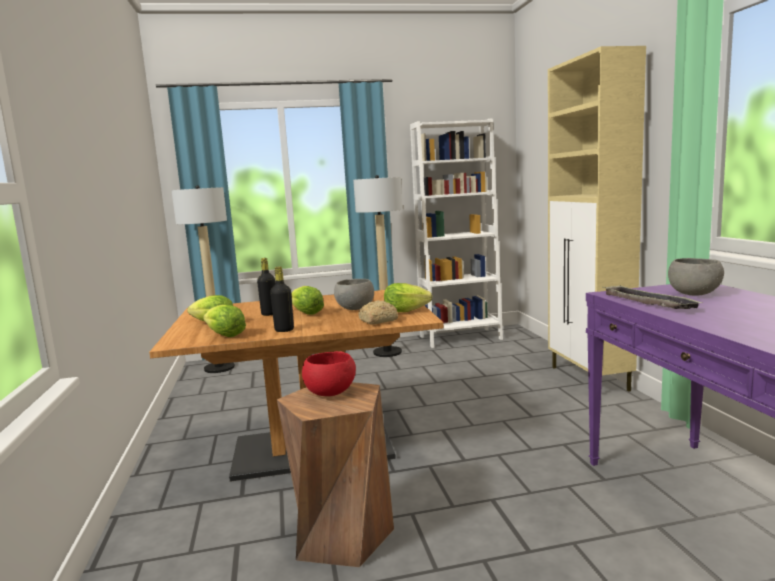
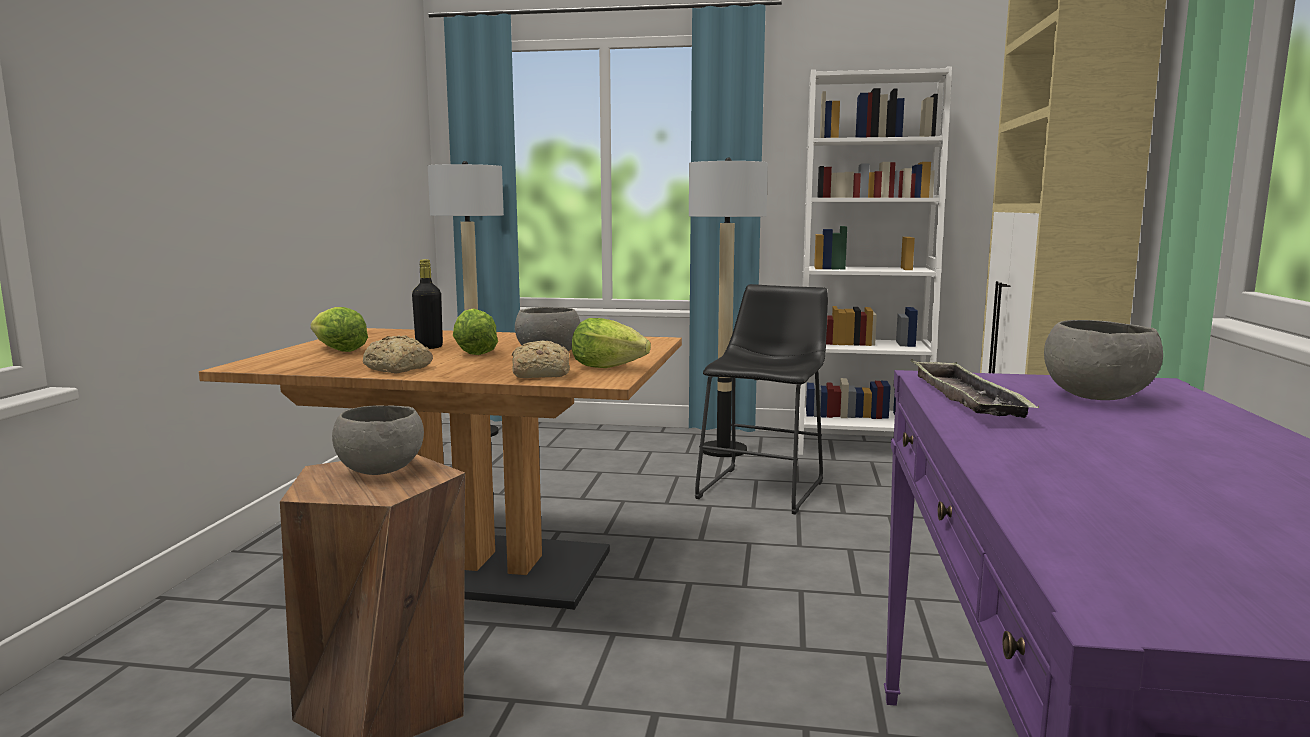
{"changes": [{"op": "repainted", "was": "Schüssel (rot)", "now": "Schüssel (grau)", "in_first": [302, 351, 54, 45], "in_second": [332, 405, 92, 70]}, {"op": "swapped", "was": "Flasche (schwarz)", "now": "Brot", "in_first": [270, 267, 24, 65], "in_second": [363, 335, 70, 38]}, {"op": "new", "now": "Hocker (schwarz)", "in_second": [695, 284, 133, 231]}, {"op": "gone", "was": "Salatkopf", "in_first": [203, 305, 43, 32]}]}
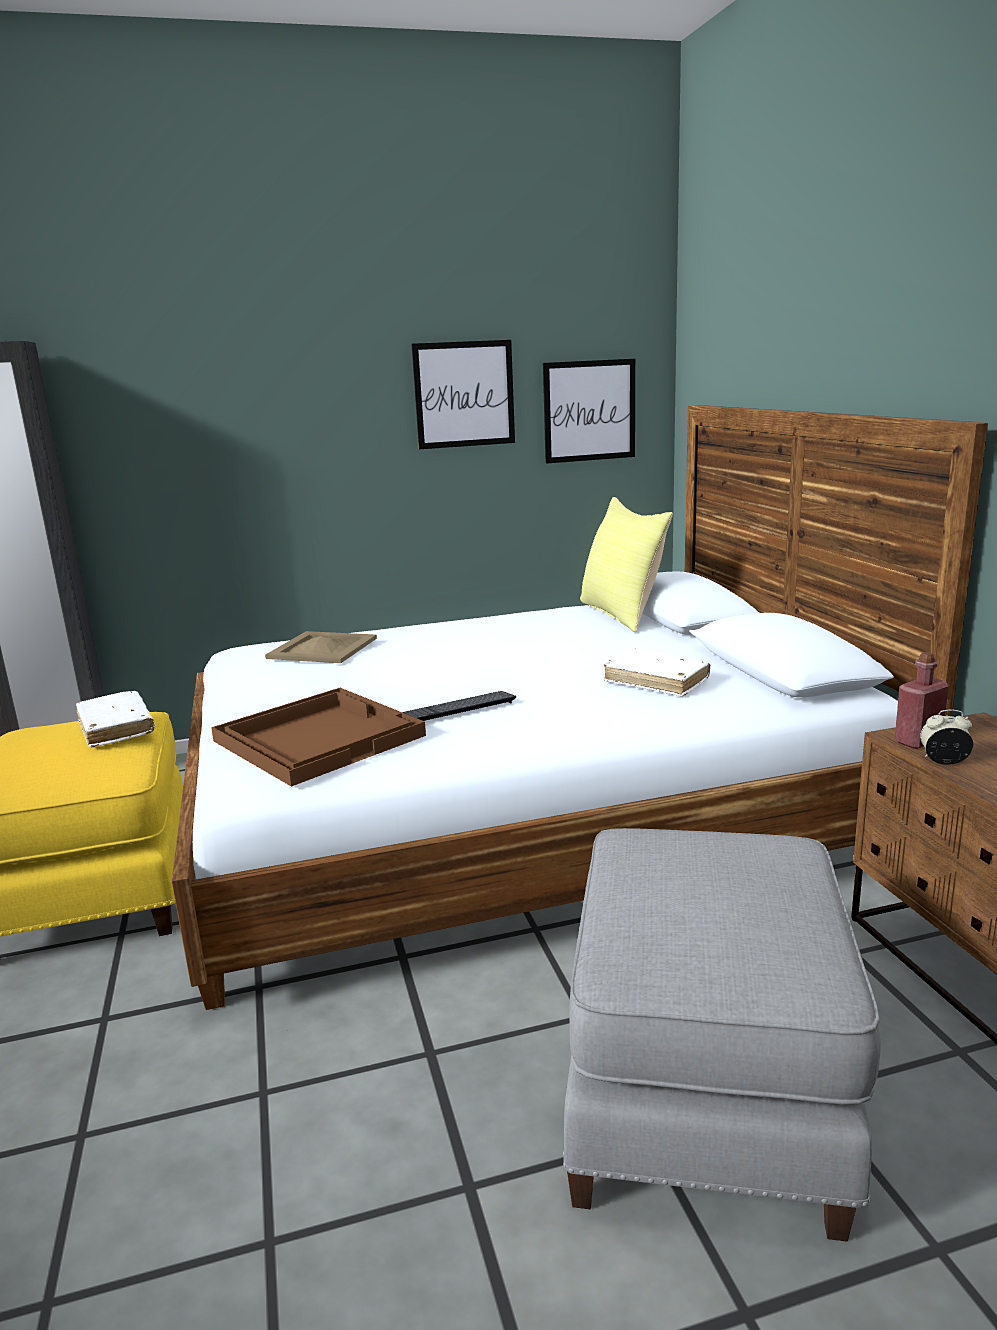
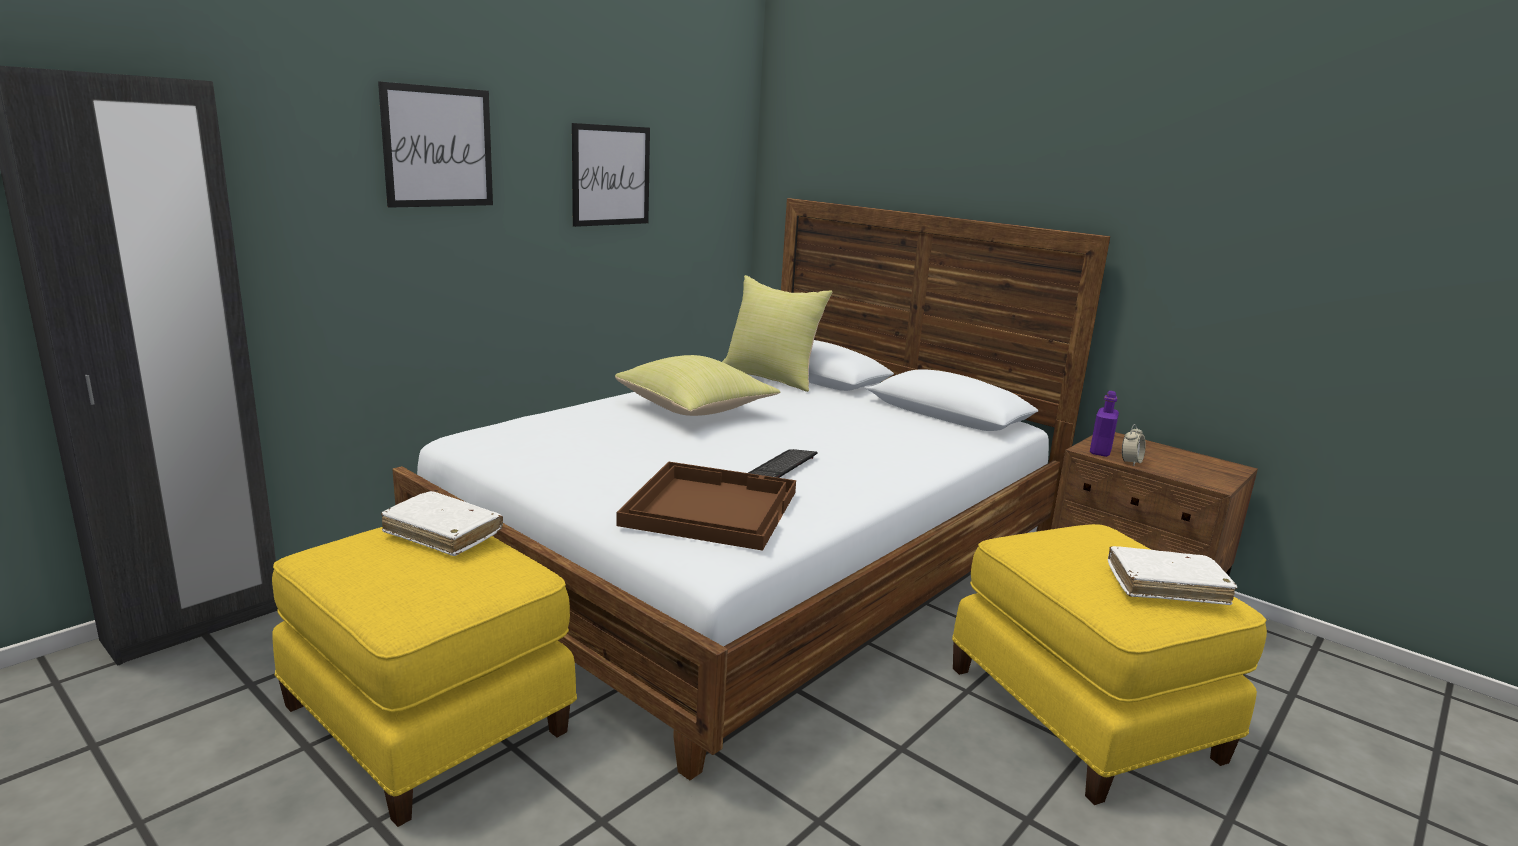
{"changes": [{"op": "shifted", "was": "Bild", "in_first": [543, 359, 92, 105], "in_second": [378, 81, 115, 127]}, {"op": "new", "now": "Kissen (gelb)", "in_second": [615, 355, 165, 61]}, {"op": "repainted", "was": "Polsterhocker (grau)", "now": "Polsterhocker (gelb)", "in_first": [563, 828, 318, 414], "in_second": [952, 524, 315, 281]}, {"op": "repainted", "was": "Flasche (rot)", "now": "Flasche (lila)", "in_first": [895, 652, 54, 97], "in_second": [1090, 391, 29, 66]}, {"op": "shifted", "was": "Buch (weiß)", "in_first": [604, 648, 106, 49], "in_second": [1108, 546, 129, 59]}, {"op": "rotated", "was": "Wecker", "in_first": [920, 709, 53, 56], "in_second": [1122, 424, 24, 42], "clockwise": 150}, {"op": "gone", "was": "Tablett (beige)", "in_first": [265, 631, 112, 32]}]}
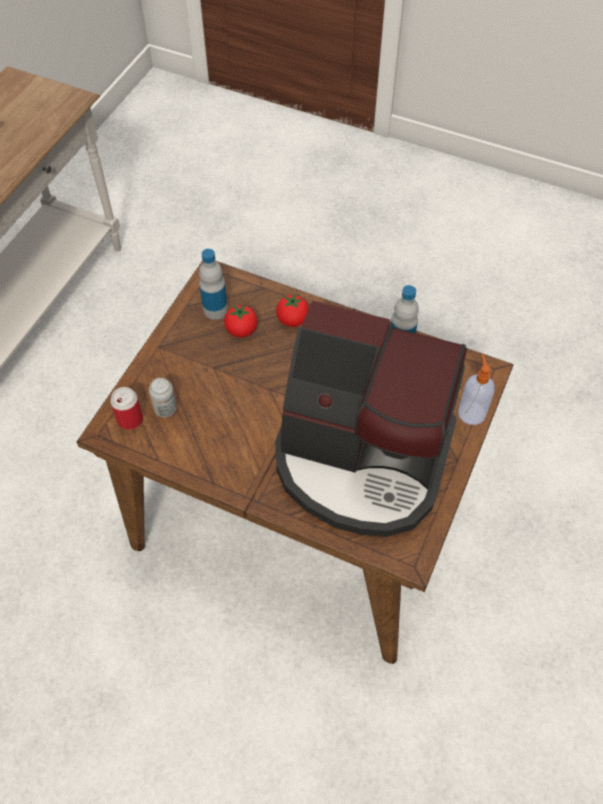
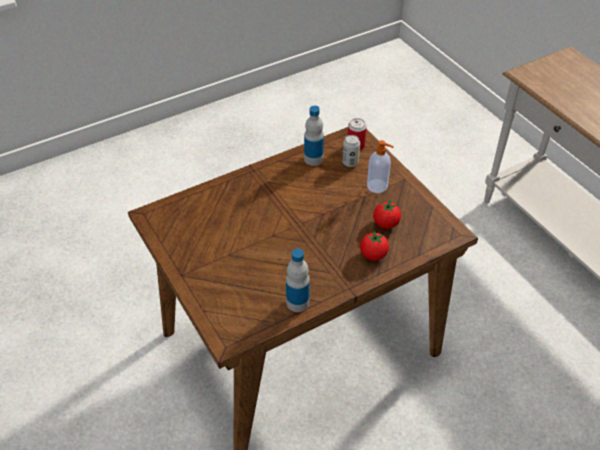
{"changes": [{"op": "shifted", "was": "Flasche", "in_first": [199, 249, 29, 71], "in_second": [304, 106, 20, 60]}, {"op": "shifted", "was": "Seifenspender", "in_first": [458, 354, 37, 71], "in_second": [367, 140, 27, 53]}, {"op": "gone", "was": "Kaffeemaschine", "in_first": [275, 301, 192, 236]}]}
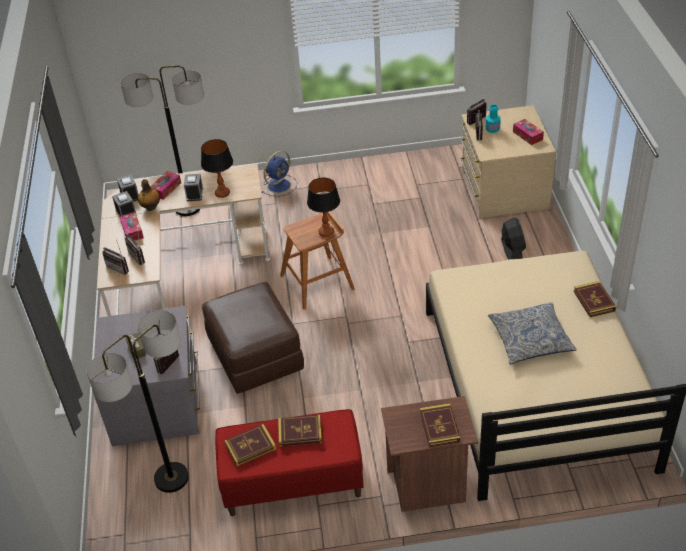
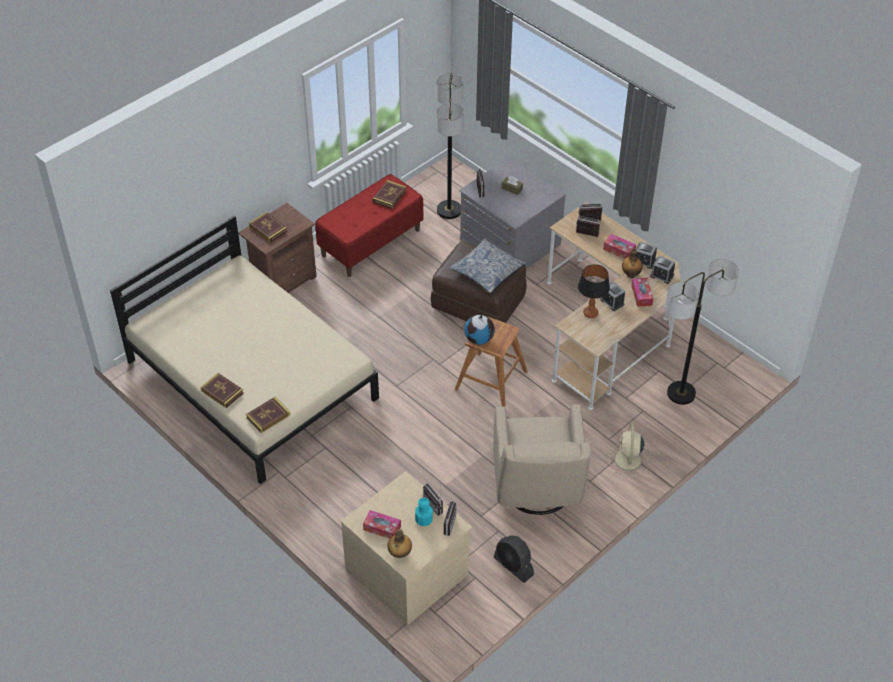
{"changes": [{"op": "shifted", "was": "Buch", "in_first": [278, 415, 44, 32], "in_second": [246, 397, 44, 36]}, {"op": "new", "now": "Flasche", "in_second": [388, 529, 24, 29]}, {"op": "shifted", "was": "Kissen", "in_first": [488, 302, 89, 62], "in_second": [449, 238, 77, 55]}, {"op": "swapped", "was": "Tischlampe", "now": "Globus", "in_first": [307, 178, 33, 59], "in_second": [464, 314, 31, 31]}, {"op": "new", "now": "Sessel (beige)", "in_second": [493, 404, 98, 111]}, {"op": "shifted", "was": "Ventilator (schwarz)", "in_first": [501, 218, 25, 42], "in_second": [494, 536, 40, 47]}, {"op": "repainted", "was": "Ventilator (blau)", "now": "Ventilator (beige)", "in_first": [262, 151, 35, 46], "in_second": [609, 424, 39, 52]}]}
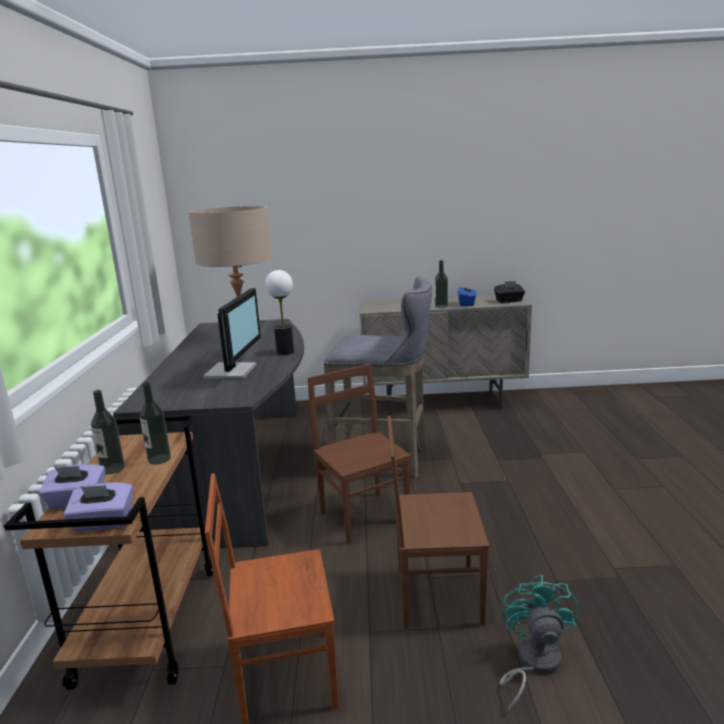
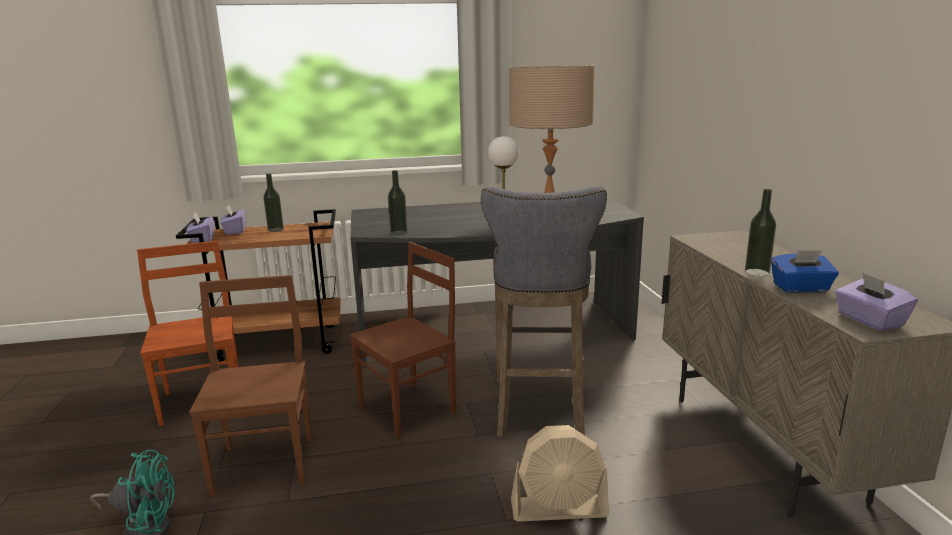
{"changes": [{"op": "shifted", "was": "Flasche", "in_first": [140, 382, 31, 83], "in_second": [388, 170, 20, 65]}, {"op": "new", "now": "Ventilator (beige)", "in_second": [511, 425, 98, 97]}, {"op": "repainted", "was": "Taschentuchbox (schwarz)", "now": "Taschentuchbox (lila)", "in_first": [494, 281, 31, 22], "in_second": [835, 272, 83, 59]}, {"op": "gone", "was": "Monitor", "in_first": [203, 288, 58, 91]}]}
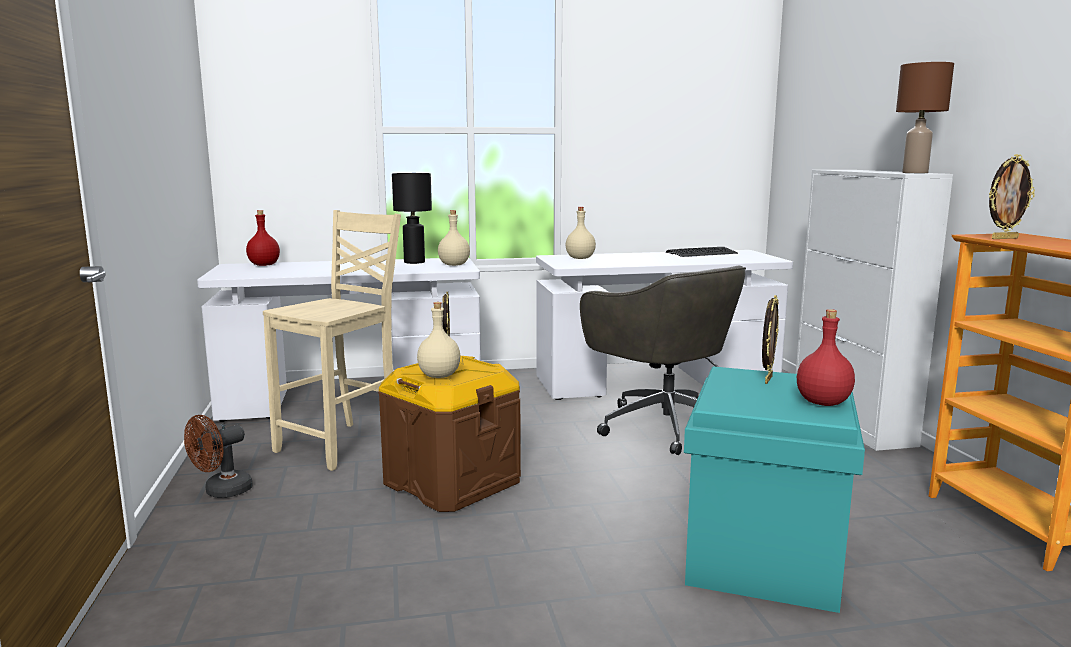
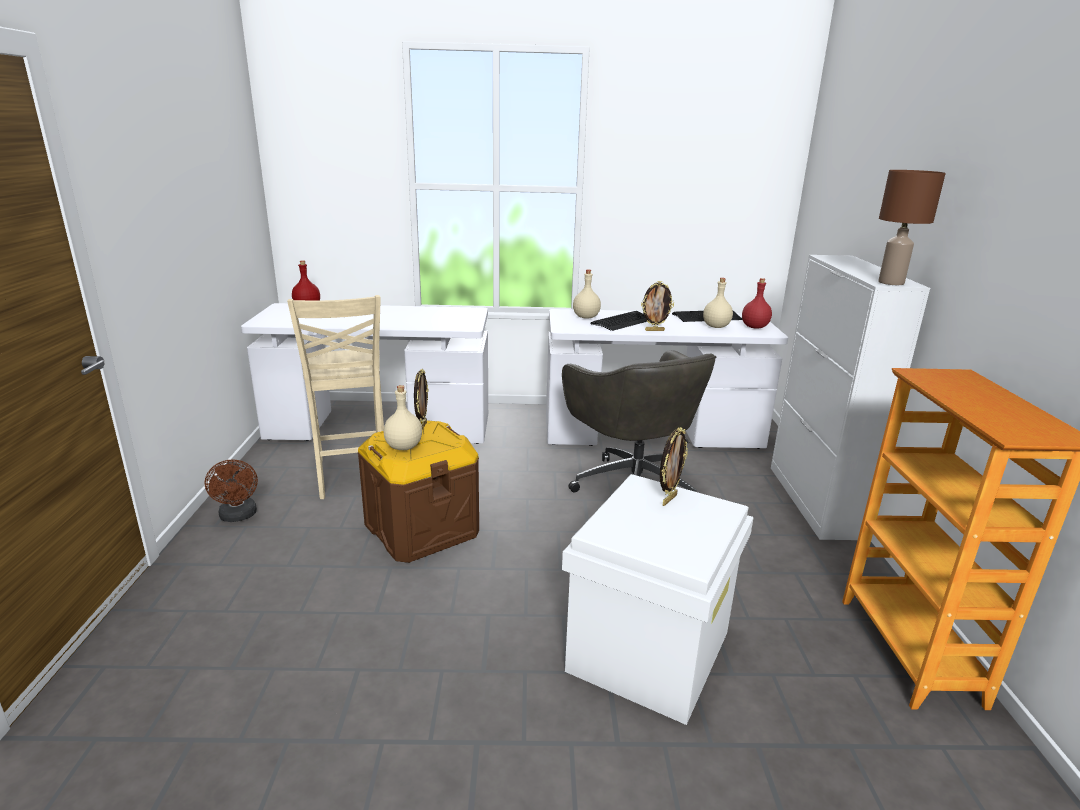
{"changes": [{"op": "rotated", "was": "Ventilator (braun)", "in_first": [184, 415, 69, 83], "in_second": [205, 459, 53, 63], "clockwise": -75}, {"op": "rotated", "was": "Stuhl (beige)", "in_first": [263, 210, 138, 261], "in_second": [287, 295, 97, 204], "clockwise": 120}, {"op": "repainted", "was": "Aufbewahrungsbox (türkis)", "now": "Aufbewahrungsbox (weiß)", "in_first": [684, 367, 181, 246], "in_second": [562, 474, 192, 251]}, {"op": "new", "now": "Tastatur", "in_second": [590, 311, 57, 20]}, {"op": "shifted", "was": "Bilderrahmen", "in_first": [989, 154, 46, 85], "in_second": [641, 281, 33, 50]}, {"op": "shifted", "was": "Flasche (beige)", "in_first": [438, 210, 32, 56], "in_second": [703, 278, 30, 50]}, {"op": "shifted", "was": "Flasche (rot)", "in_first": [797, 309, 58, 97], "in_second": [742, 278, 30, 51]}, {"op": "gone", "was": "Tischlampe (schwarz)", "in_first": [392, 173, 40, 91]}]}
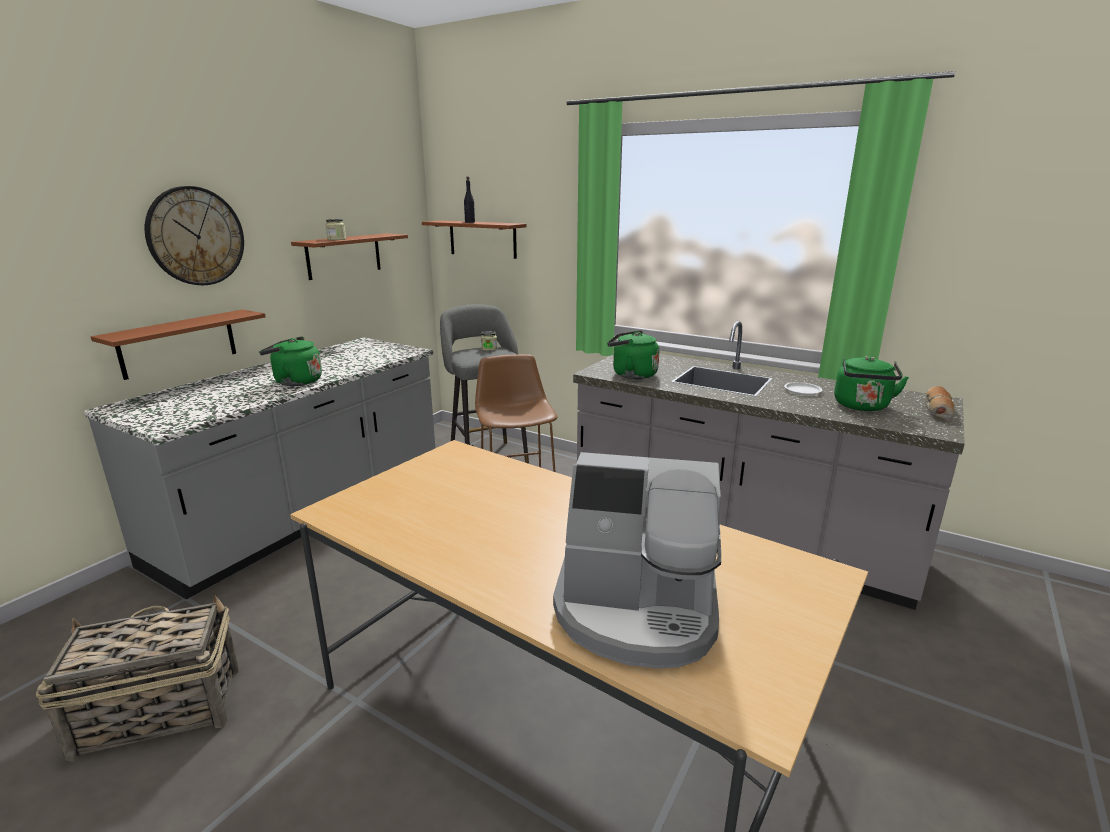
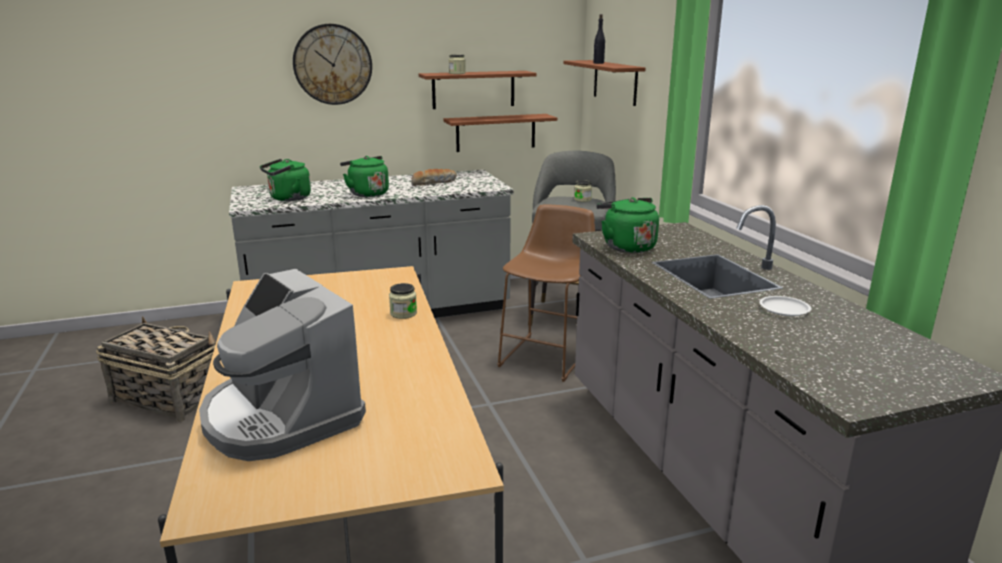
{"changes": [{"op": "shifted", "was": "Wasserkessel (grün)", "in_first": [834, 356, 75, 55], "in_second": [260, 159, 51, 42]}, {"op": "new", "now": "Vorratsglas", "in_second": [389, 283, 28, 36]}, {"op": "shifted", "was": "Brot", "in_first": [926, 386, 28, 35], "in_second": [411, 169, 46, 17]}, {"op": "shifted", "was": "Wandregal (braun)", "in_first": [91, 310, 175, 70], "in_second": [443, 114, 114, 38]}]}
